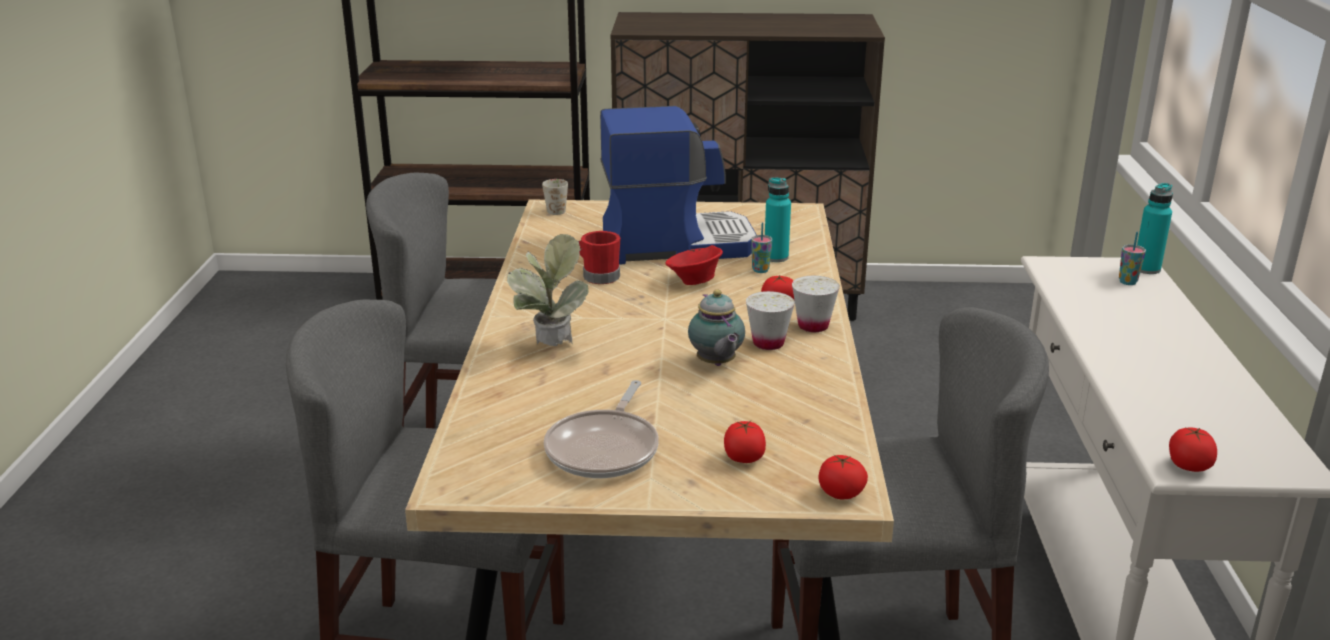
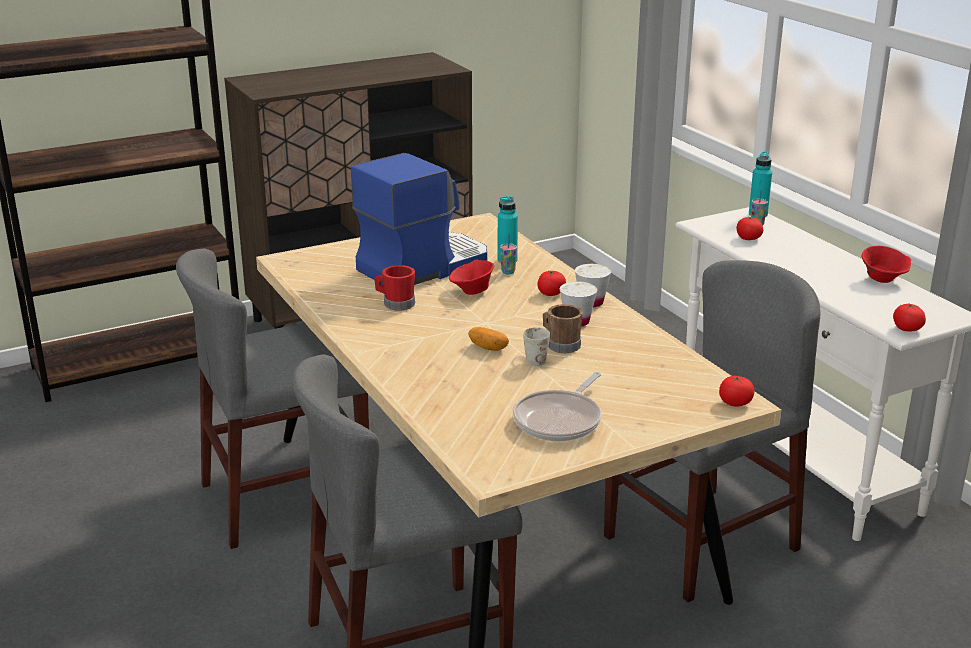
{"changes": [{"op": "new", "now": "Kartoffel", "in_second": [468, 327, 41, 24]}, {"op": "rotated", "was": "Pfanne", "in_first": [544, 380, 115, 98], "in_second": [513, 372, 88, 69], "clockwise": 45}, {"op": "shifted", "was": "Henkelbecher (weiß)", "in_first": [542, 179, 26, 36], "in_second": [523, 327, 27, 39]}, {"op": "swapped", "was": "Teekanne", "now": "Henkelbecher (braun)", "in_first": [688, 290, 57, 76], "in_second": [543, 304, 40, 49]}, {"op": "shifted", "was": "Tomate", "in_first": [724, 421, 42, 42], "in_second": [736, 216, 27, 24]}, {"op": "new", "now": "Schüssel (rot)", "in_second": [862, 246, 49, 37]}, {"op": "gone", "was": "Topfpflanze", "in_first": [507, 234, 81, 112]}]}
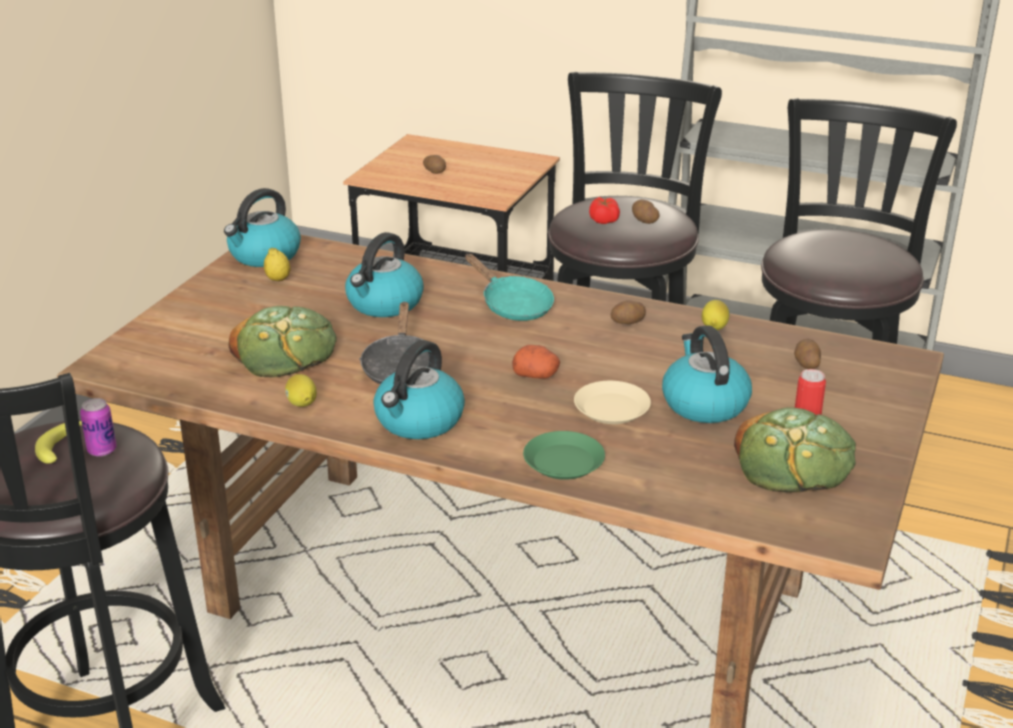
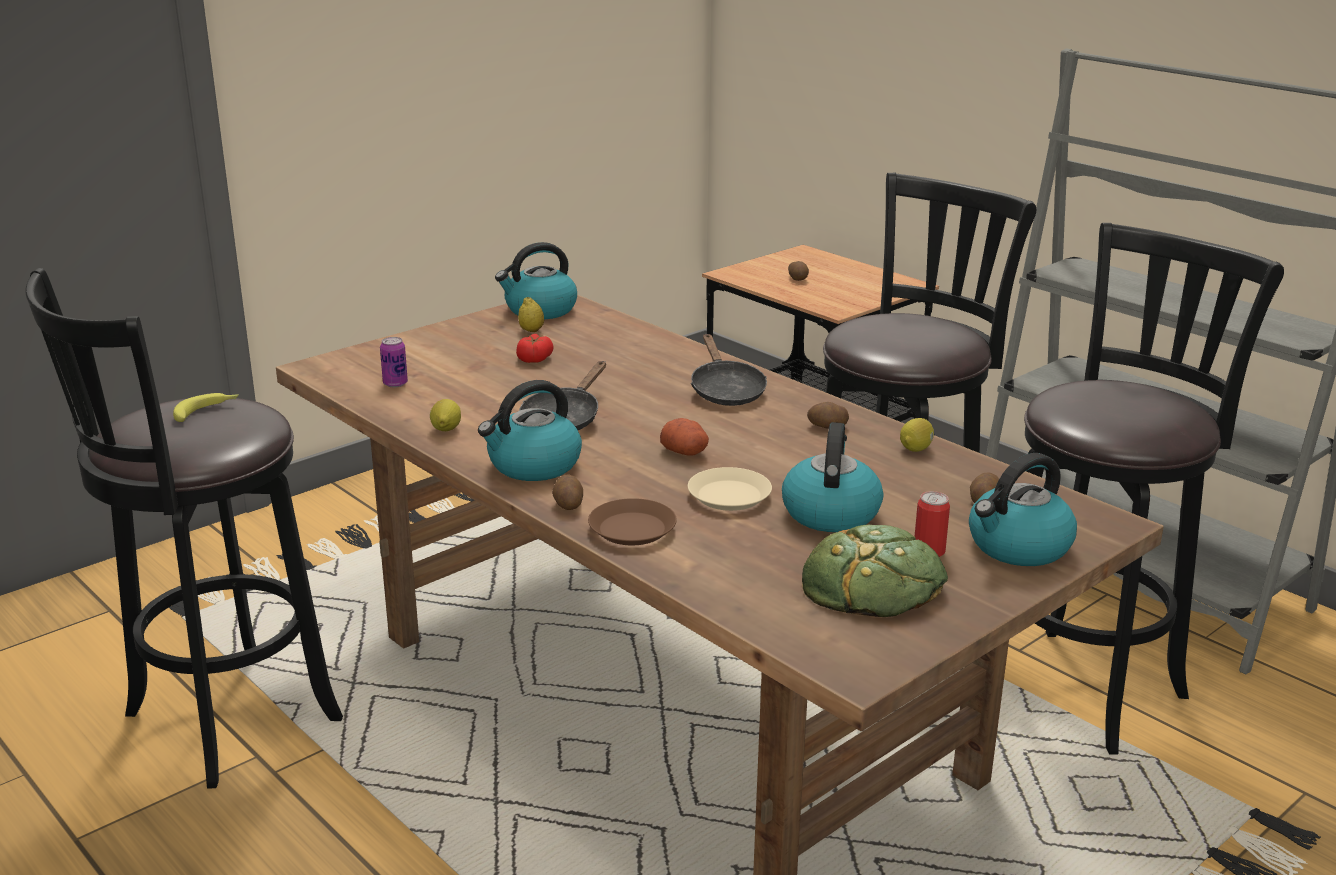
{"changes": [{"op": "shifted", "was": "Dose", "in_first": [80, 398, 37, 59], "in_second": [380, 337, 28, 50]}, {"op": "shifted", "was": "Tomate", "in_first": [589, 197, 31, 27], "in_second": [516, 334, 38, 29]}, {"op": "shifted", "was": "Kartoffel", "in_first": [632, 199, 28, 25], "in_second": [552, 474, 31, 36]}, {"op": "repainted", "was": "Teller (grün)", "now": "Teller (braun)", "in_first": [523, 431, 82, 49], "in_second": [588, 498, 89, 47]}, {"op": "repainted", "was": "Pfanne (türkis)", "now": "Pfanne (schwarz)", "in_first": [465, 254, 89, 67], "in_second": [691, 334, 76, 72]}, {"op": "shifted", "was": "Wasserkessel", "in_first": [345, 232, 79, 85], "in_second": [969, 453, 108, 113]}, {"op": "gone", "was": "Brot", "in_first": [228, 306, 109, 71]}]}
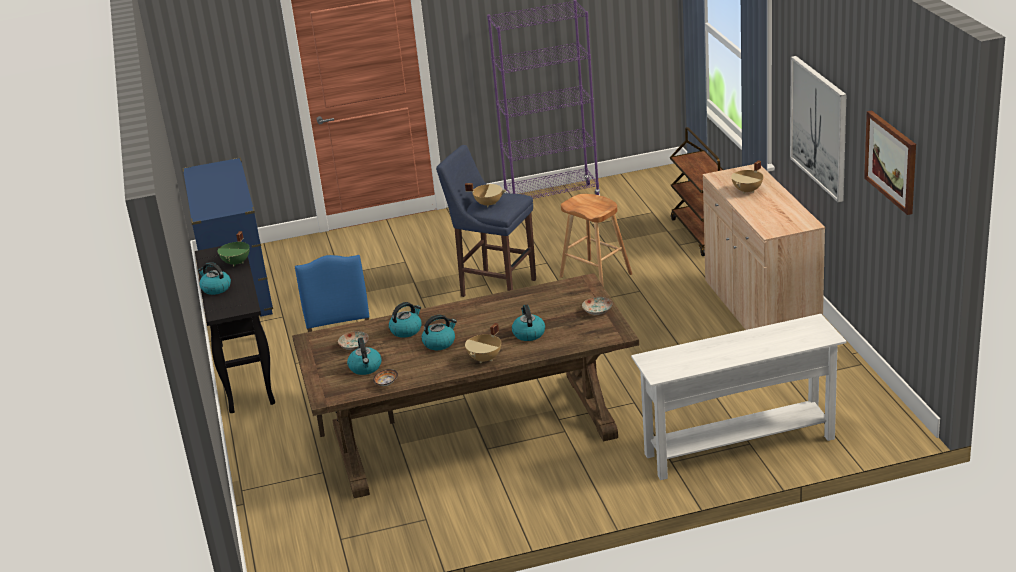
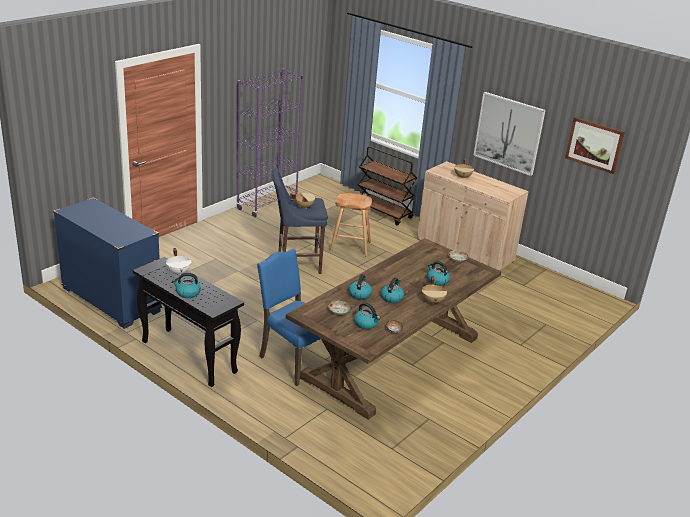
{"changes": [{"op": "repainted", "was": "Kochtopf (grün)", "now": "Kochtopf (weiß)", "in_first": [218, 231, 32, 36], "in_second": [166, 248, 26, 27]}, {"op": "gone", "was": "Konsolentisch (weiß)", "in_first": [631, 314, 216, 166]}]}
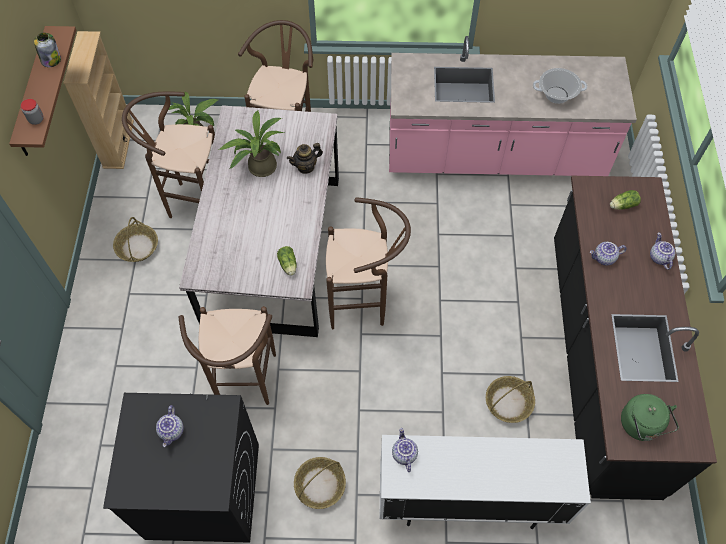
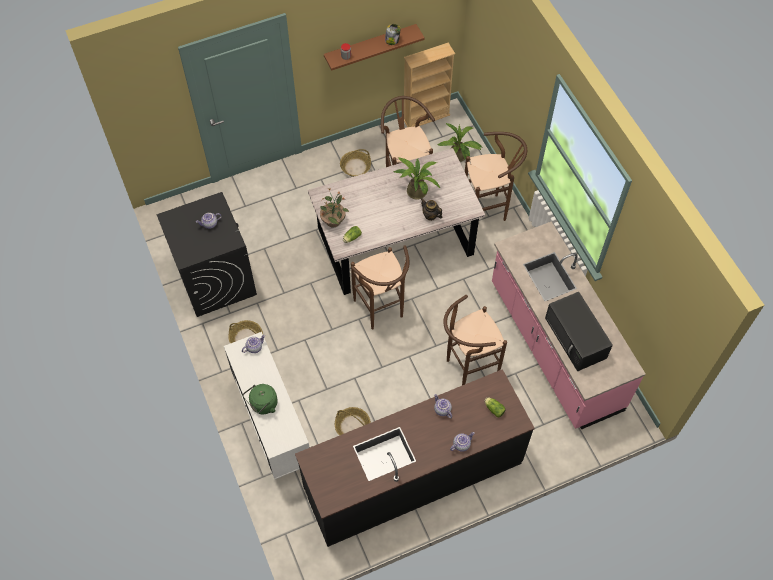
{"changes": [{"op": "shifted", "was": "Wasserkessel (grün)", "in_first": [621, 394, 58, 47], "in_second": [243, 384, 35, 30]}, {"op": "new", "now": "Topfpflanze", "in_second": [320, 188, 29, 40]}, {"op": "shifted", "was": "Hocker (braun)", "in_first": [179, 306, 97, 99], "in_second": [443, 295, 64, 90]}, {"op": "swapped", "was": "Kochtopf", "now": "Mikrowelle (schwarz)", "in_first": [533, 68, 54, 36], "in_second": [545, 292, 68, 79]}]}
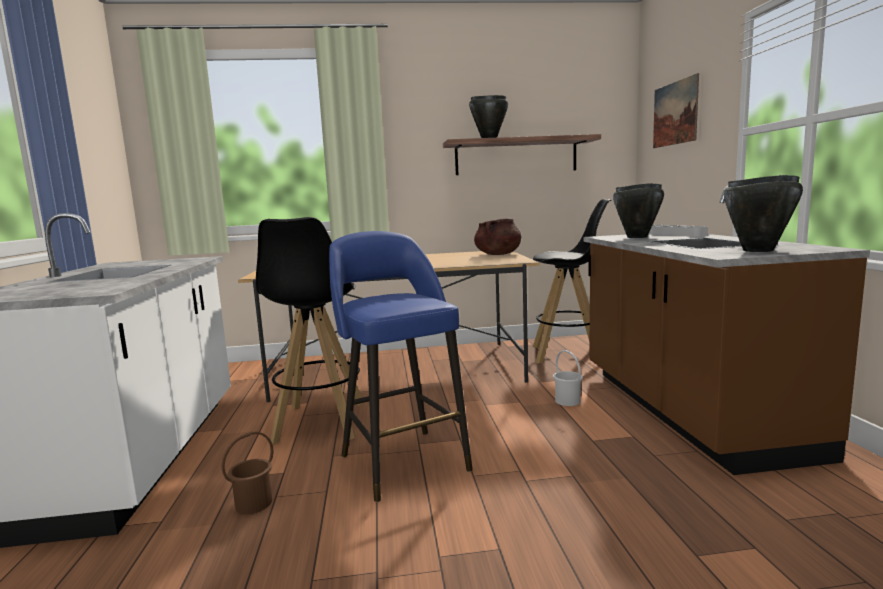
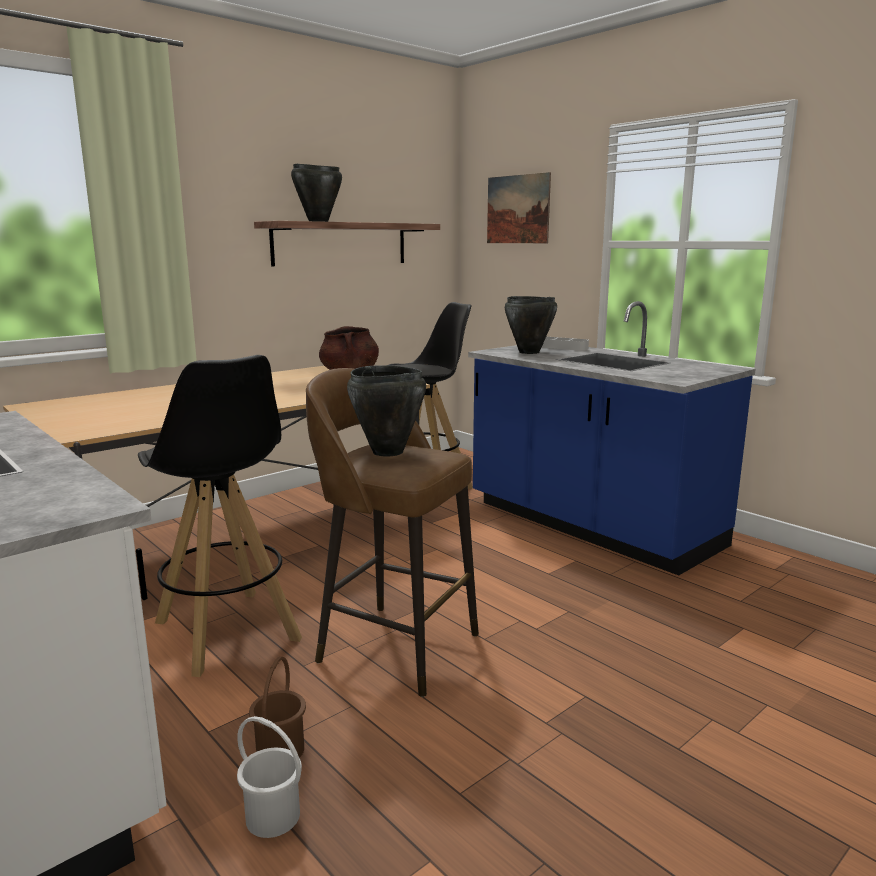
{"changes": [{"op": "shifted", "was": "Eimer (weiß)", "in_first": [553, 350, 30, 56], "in_second": [237, 716, 65, 122]}, {"op": "repainted", "was": "Hocker (blau)", "now": "Hocker (braun)", "in_first": [329, 231, 144, 271], "in_second": [306, 368, 173, 329]}, {"op": "shifted", "was": "Kochtopf (schwarz)", "in_first": [724, 175, 79, 77], "in_second": [347, 365, 79, 92]}, {"op": "repainted", "was": "Küchenzeile (braun)", "now": "Küchenzeile (blau)", "in_first": [583, 186, 287, 289], "in_second": [468, 301, 288, 275]}]}
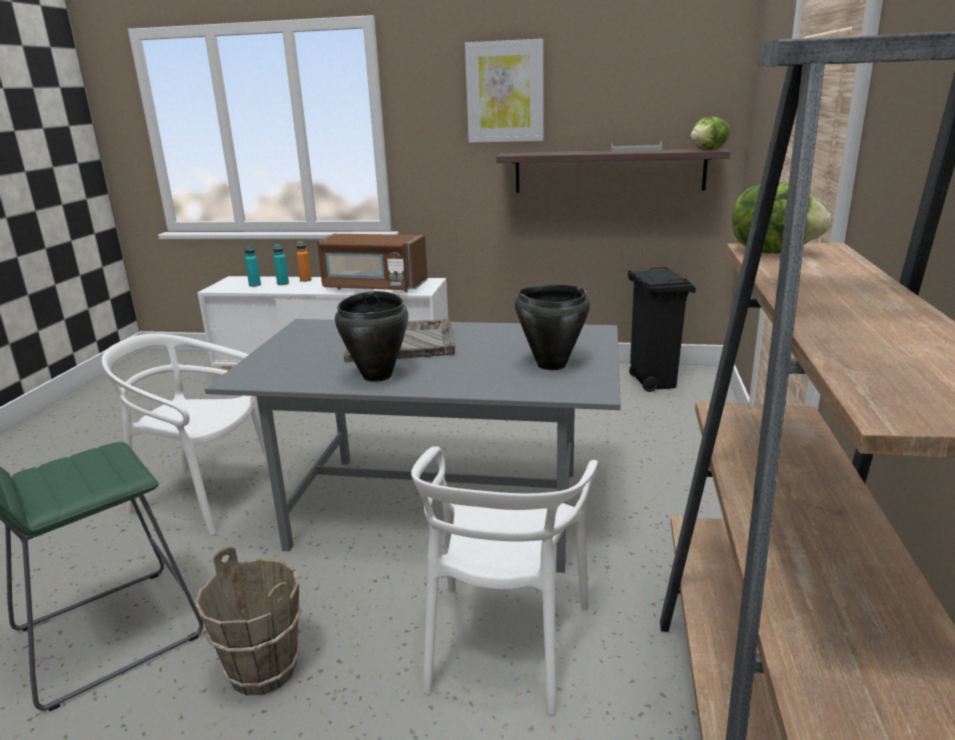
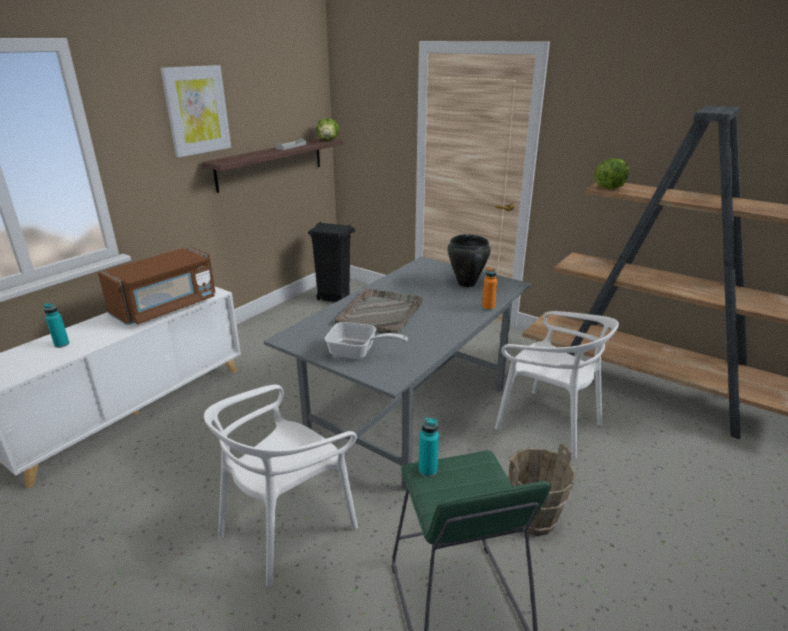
{"changes": [{"op": "new", "now": "Pfanne", "in_second": [324, 322, 84, 37]}, {"op": "shifted", "was": "Flasche (türkis)", "in_first": [245, 246, 16, 41], "in_second": [419, 417, 20, 60]}, {"op": "shifted", "was": "Flasche (orange)", "in_first": [296, 241, 16, 41], "in_second": [482, 268, 15, 43]}, {"op": "gone", "was": "Kochtopf (schwarz)", "in_first": [335, 291, 73, 91]}]}
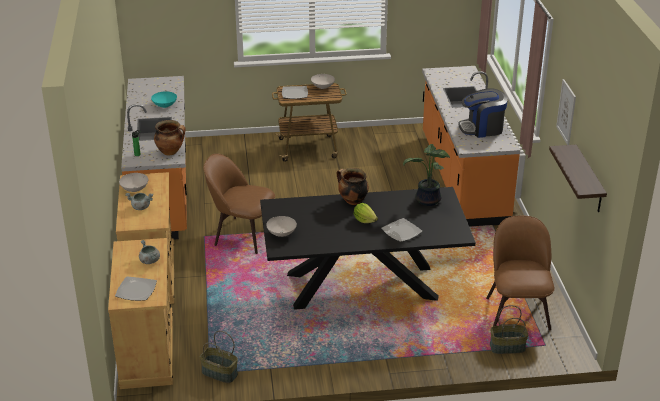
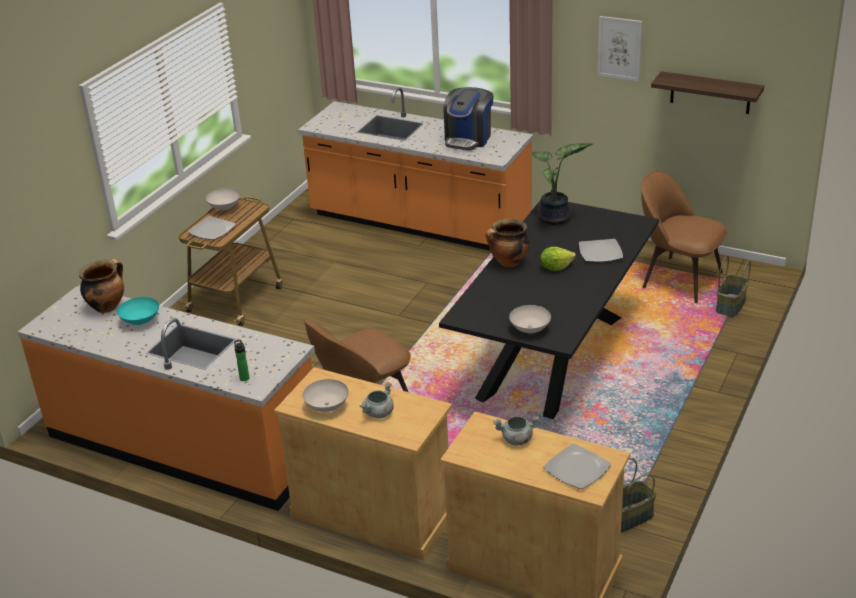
{"changes": [{"op": "shifted", "was": "Kochtopf", "in_first": [154, 120, 32, 35], "in_second": [79, 259, 45, 54]}]}
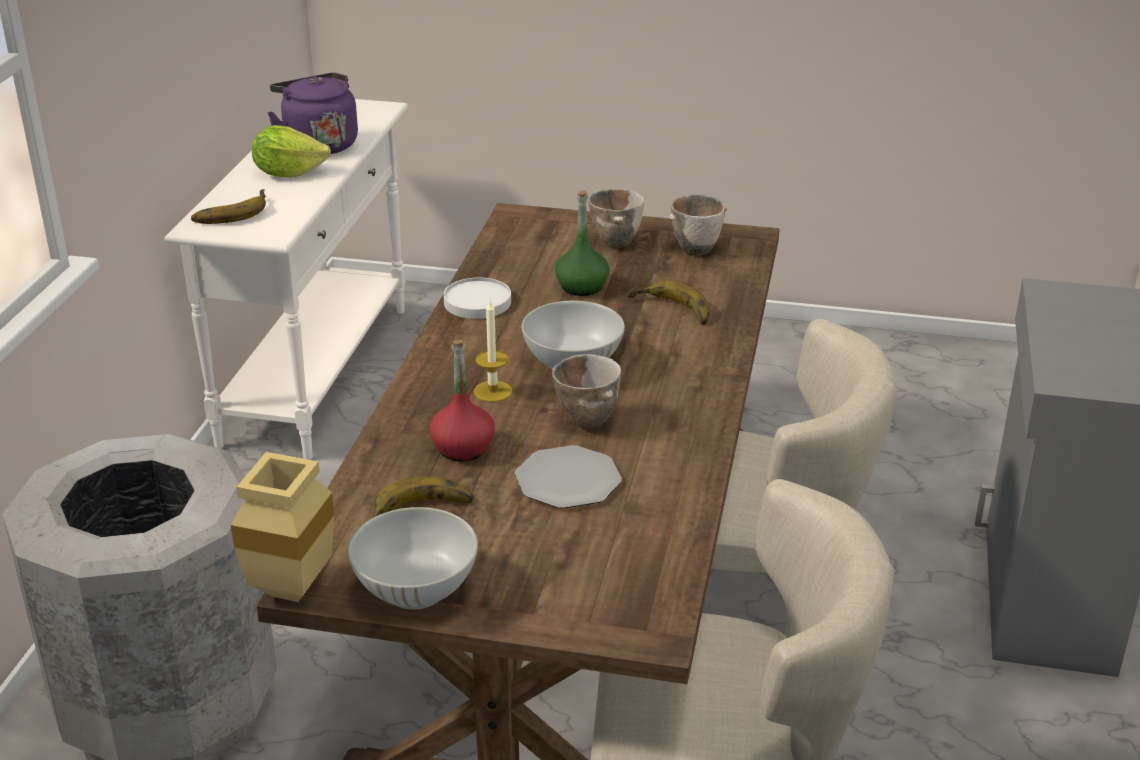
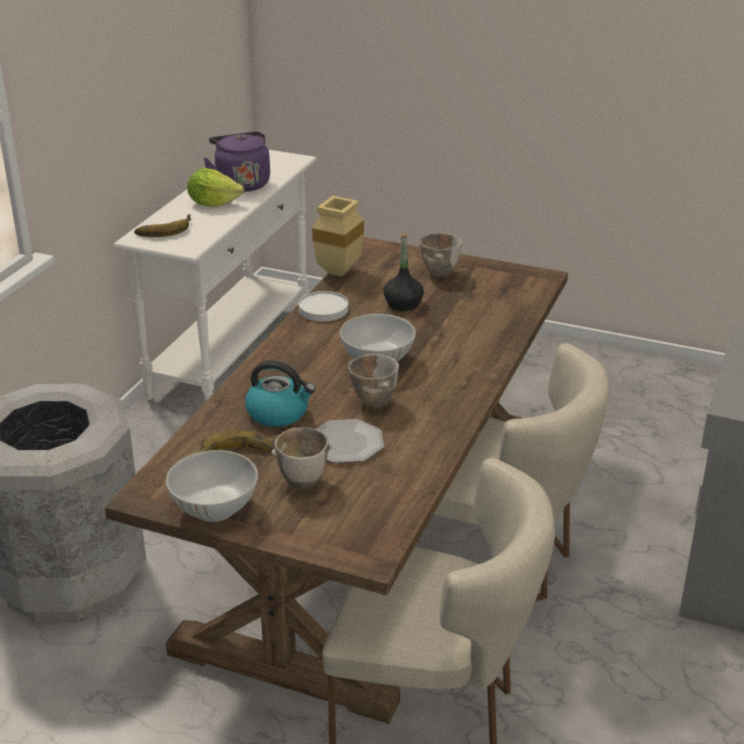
{"changes": [{"op": "swapped", "was": "Flasche (rot)", "now": "Wasserkessel", "in_first": [430, 340, 65, 121], "in_second": [245, 360, 71, 67]}, {"op": "shifted", "was": "Schüssel", "in_first": [669, 194, 58, 62], "in_second": [271, 427, 61, 63]}, {"op": "shifted", "was": "Vase (beige)", "in_first": [231, 452, 104, 150], "in_second": [312, 196, 52, 81]}, {"op": "repainted", "was": "Flasche (grün)", "now": "Flasche (schwarz)", "in_first": [555, 191, 54, 105], "in_second": [383, 233, 41, 78]}, {"op": "gone", "was": "Kerze", "in_first": [474, 301, 38, 101]}, {"op": "gone", "was": "Banane", "in_first": [627, 280, 83, 45]}]}
